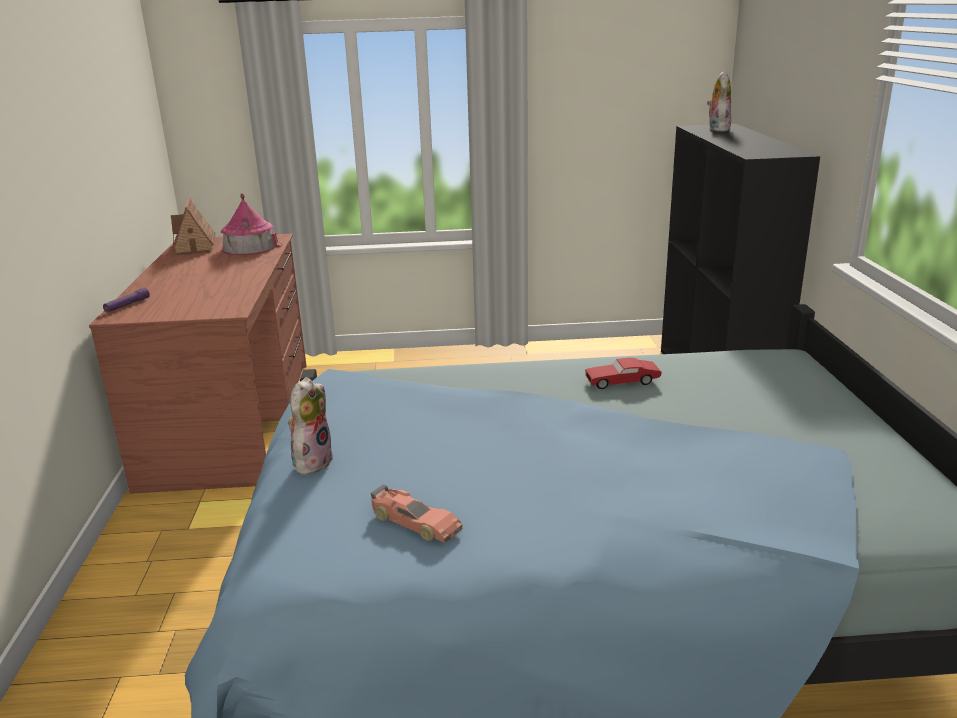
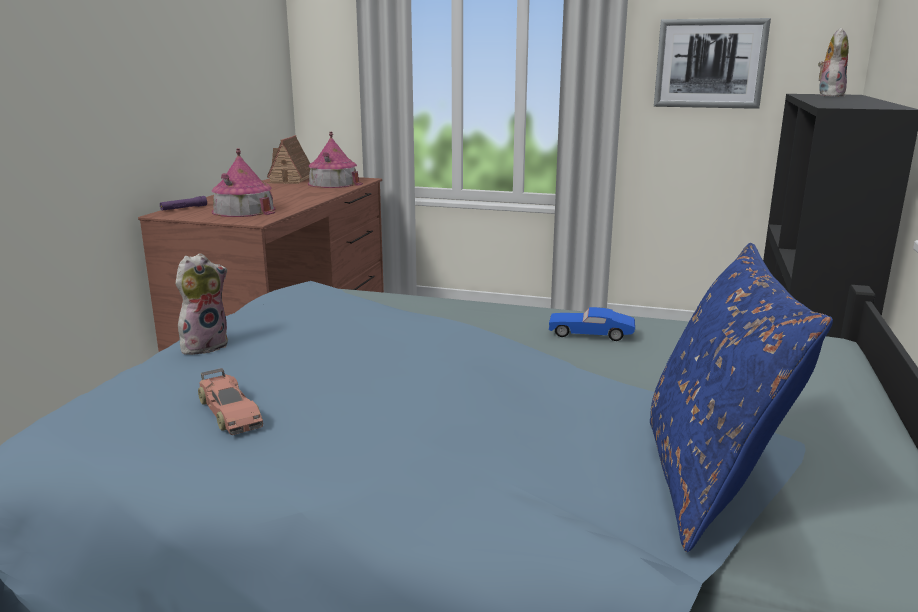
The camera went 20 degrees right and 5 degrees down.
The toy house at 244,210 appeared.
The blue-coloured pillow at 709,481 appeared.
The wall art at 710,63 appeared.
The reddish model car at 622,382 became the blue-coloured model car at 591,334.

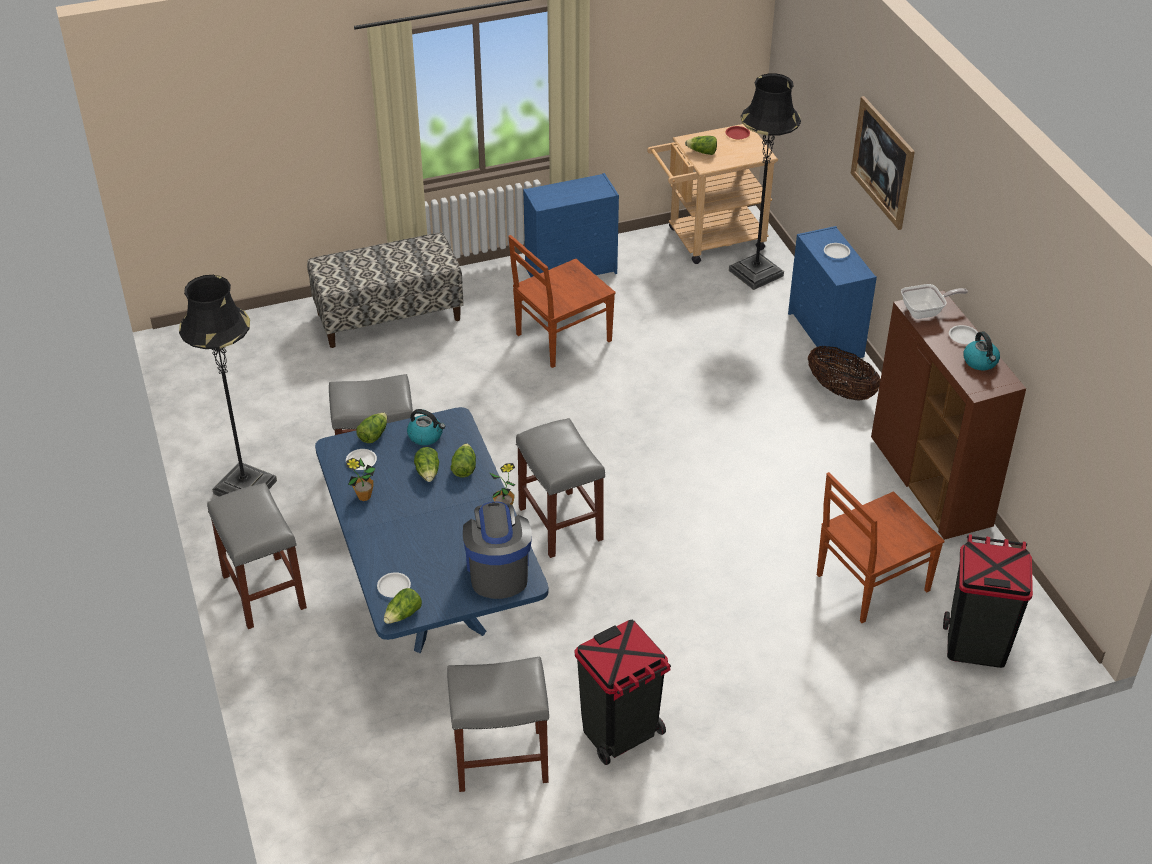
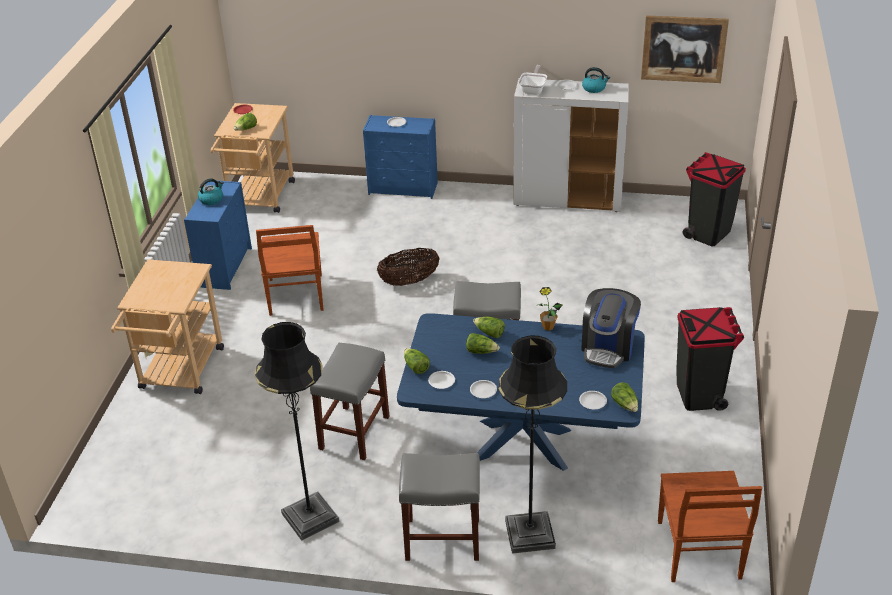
The camera went 60 degrees left and 5 degrees down.
The grey stool at 499,760 disappeared.
The kettle moved from 426,436 to 211,199.
The black-coloured standard lamp moved from 756,273 to 529,534.
The household basket moved from 841,391 to 409,281.
The brown chair moved from 870,583 to 699,551.
The wall art moved from 882,162 to 683,49.
The indoor bench at 389,316 was replaced by the beige wheeled cart at 179,373.
The houseplant at 364,496 was replaced by the white-coloured dinner plate at 483,390.
The brown cabinet at 931,483 became the white-coloured cabinet at 568,200.
The coffee brewer at 498,570 turned 90 degrees counterclockwise.

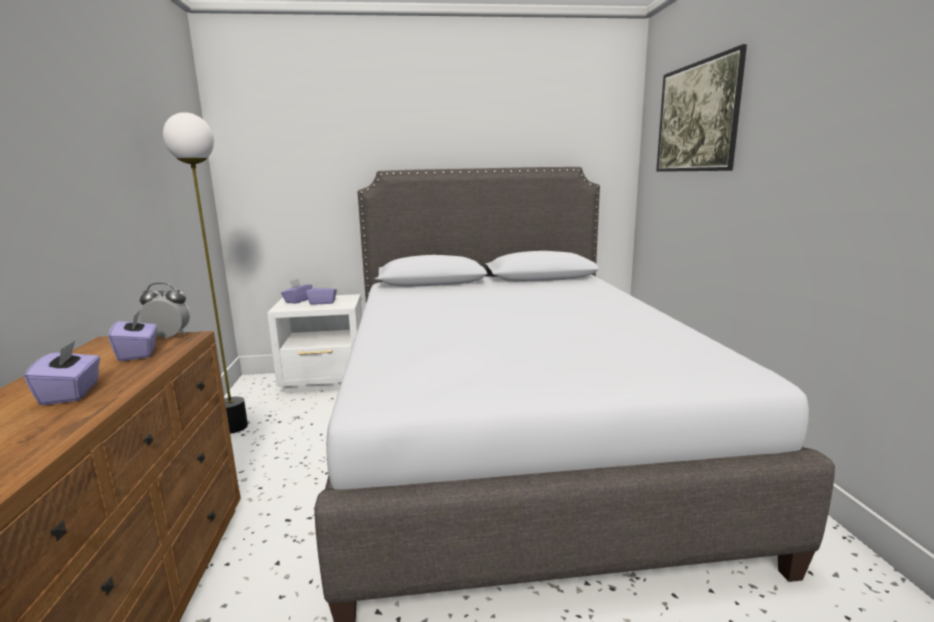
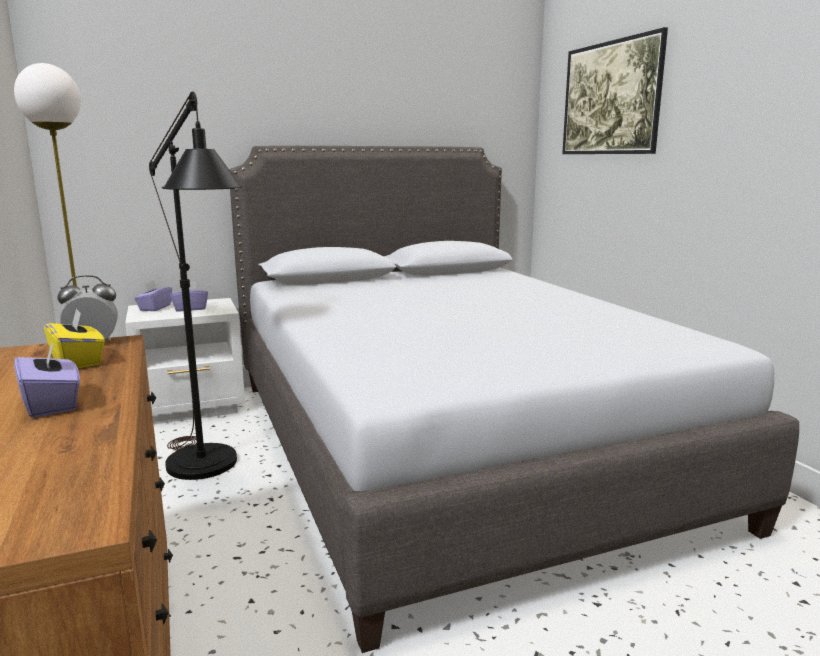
The camera went 15 degrees left and 0 degrees up.
The black-coloured standard lamp at 208,471 appeared.
The purple-coloured box of tissues at 138,353 became the yellowish box of tissues at 78,361.

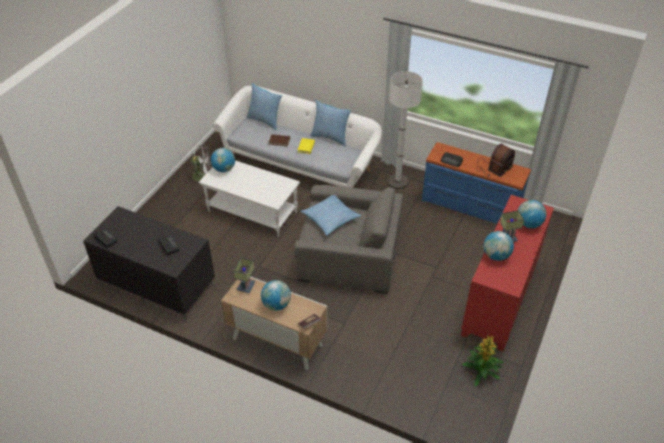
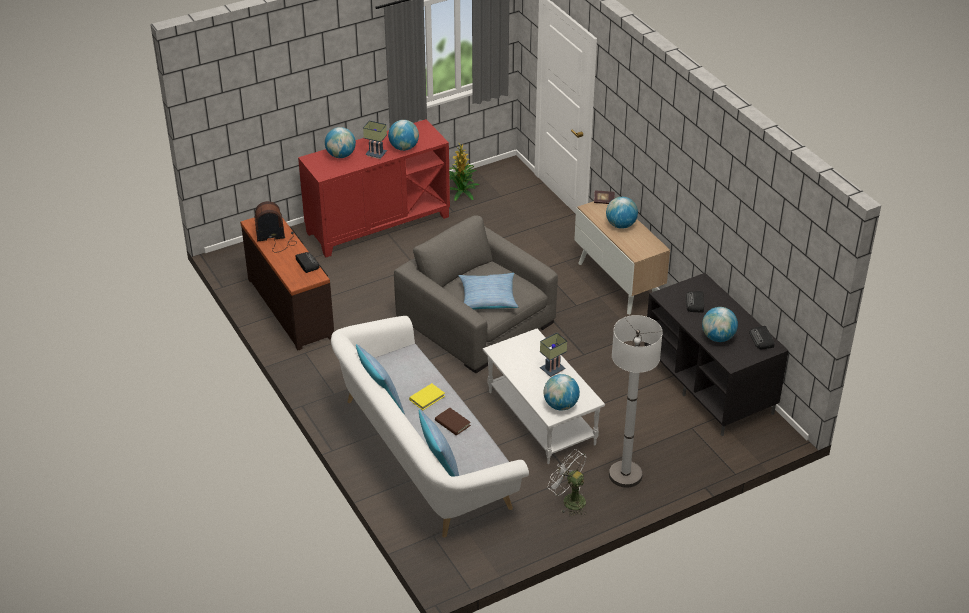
The camera went 145 degrees left and 5 degrees down.
The globe at 718,337 appeared.
The table lamp moved from 246,287 to 552,369.
The white-coloured standard lamp moved from 397,182 to 625,475.
The blue-coloured drawer chest at 470,206 became the brown drawer chest at 291,307.

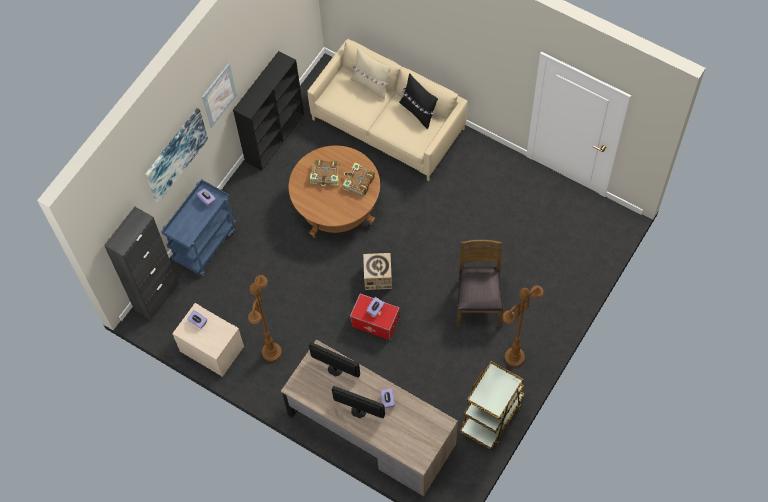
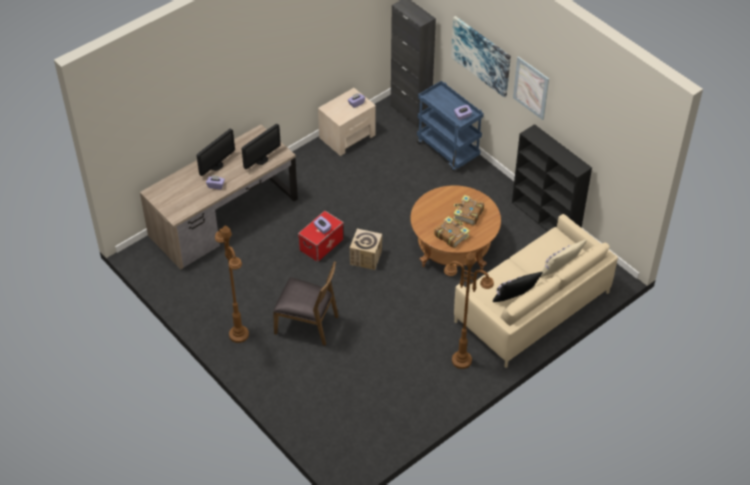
The camera went 105 degrees right and 15 degrees down.
The brown wheeled cart at 491,416 disappeared.
The brown standard lamp moved from 271,352 to 462,360.

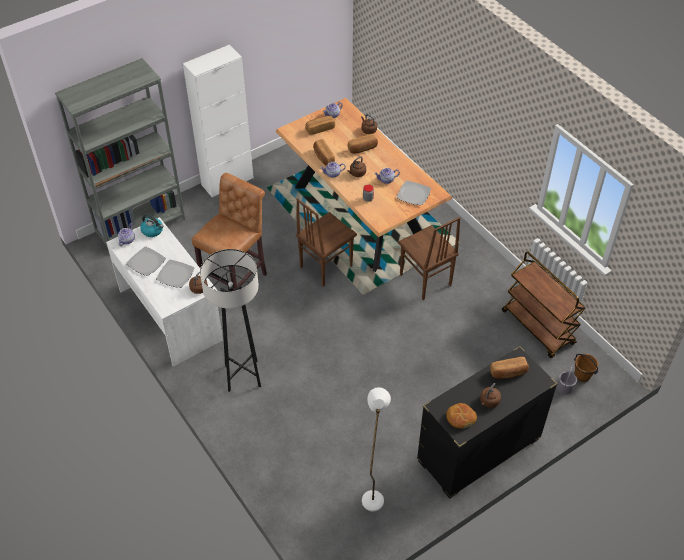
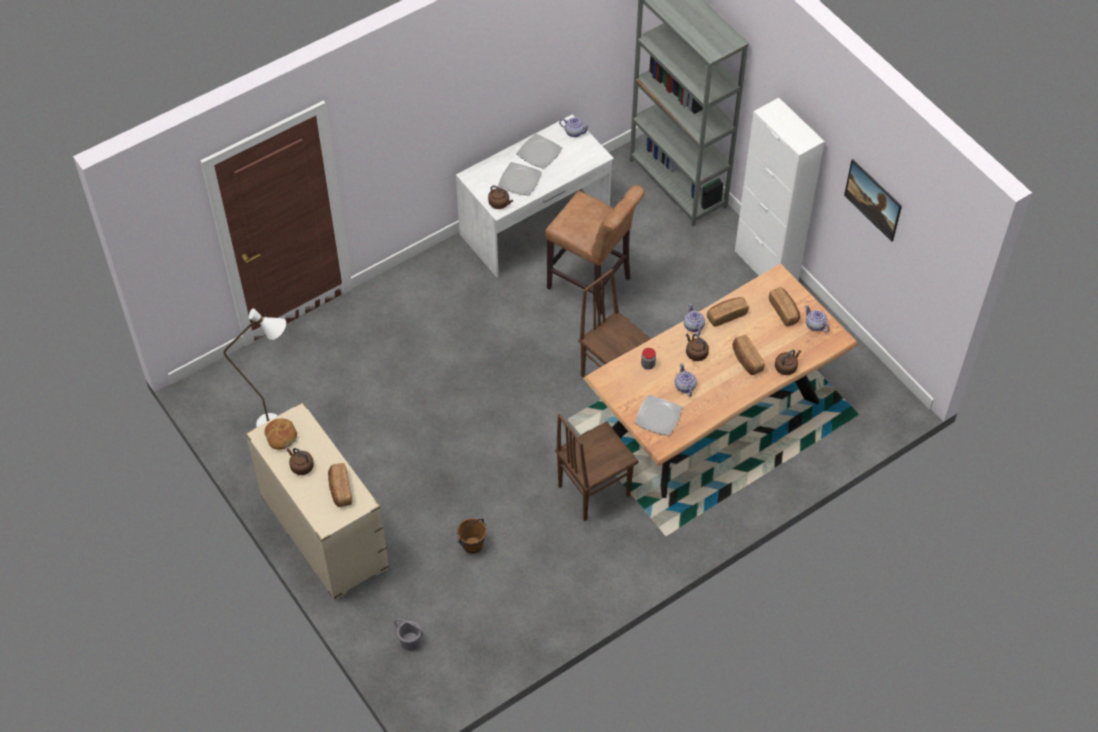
The camera went 90 degrees right and 5 degrees up.
The kettle at 153,230 disappeared.
The grey standard lamp at 243,376 disappeared.
The brown wheeled cart at 538,328 disappeared.
The wall art at 871,208 appeared.
The brown pail moved from 582,375 to 473,545.
The black-coloured drawer chest at 478,450 became the beige drawer chest at 324,534.

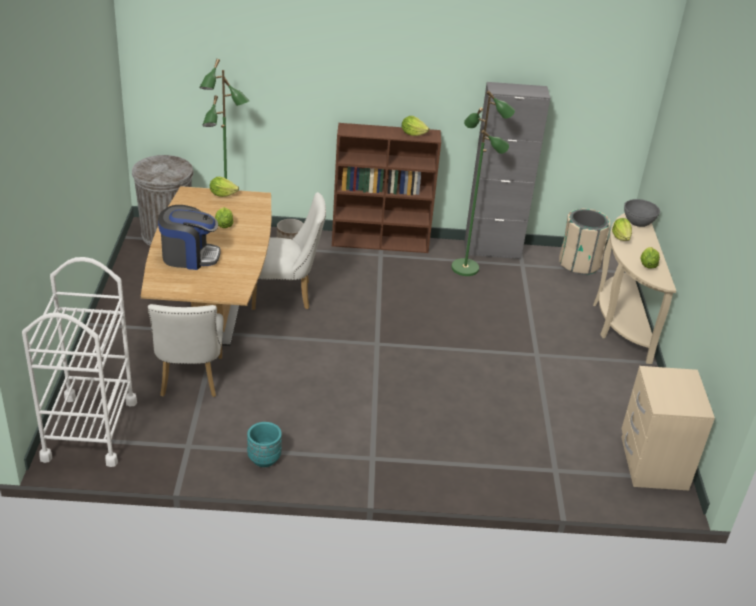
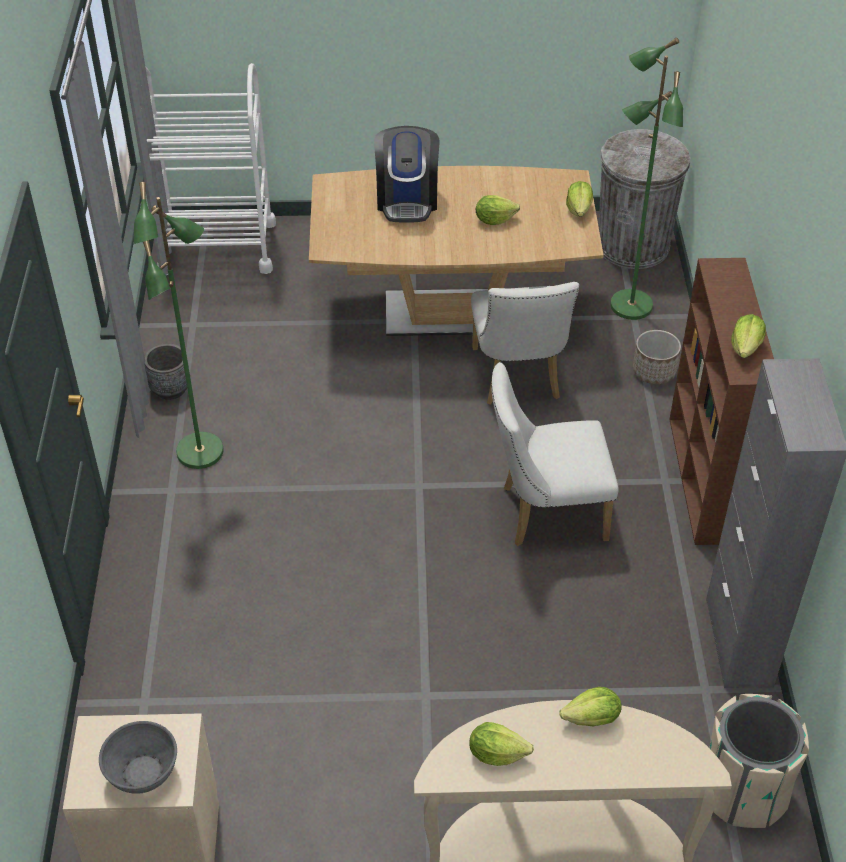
The camera went 90 degrees right and 10 degrees up.
The white-coloured chair moved from 190,380 to 545,513.
The greenish standard lamp moved from 465,268 to 201,452.
The grey deep dish moved from 638,221 to 143,772.
The turquoise flower pot at 264,459 became the grey flower pot at 170,389.

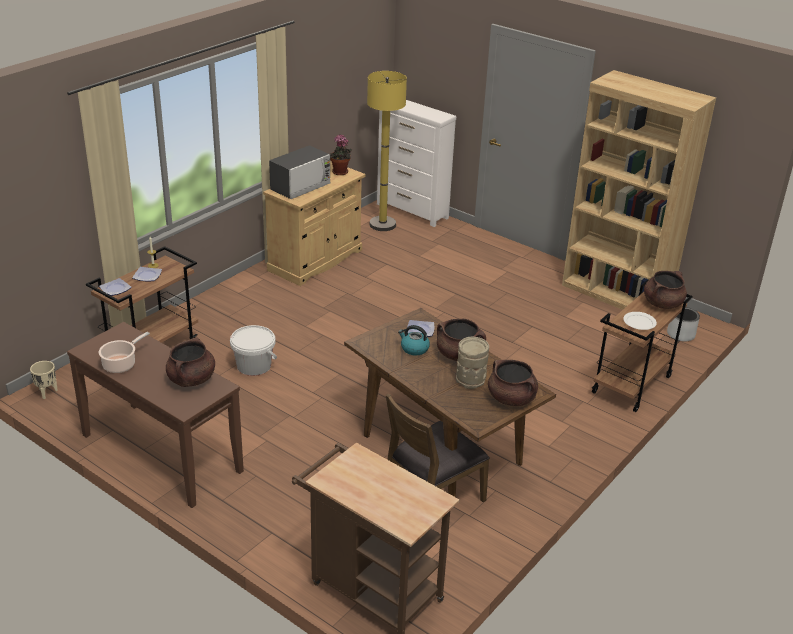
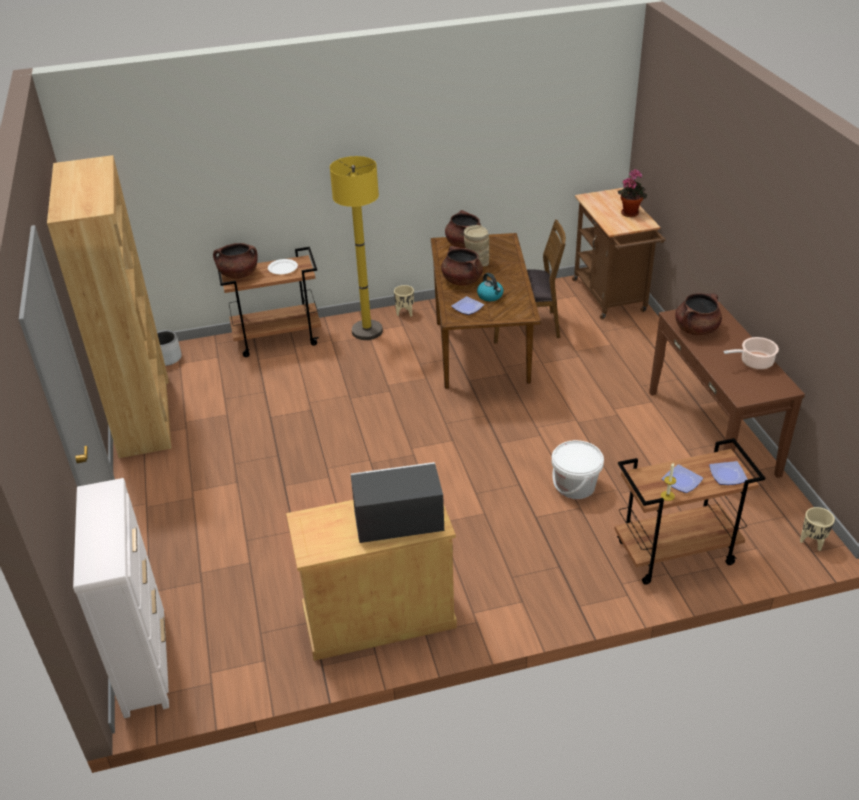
The camera went 140 degrees left and 5 degrees up.
The beige flower pot at 405,313 appeared.
The houseplant moved from 340,173 to 630,212.
The yellowish standard lamp moved from 382,224 to 367,331.

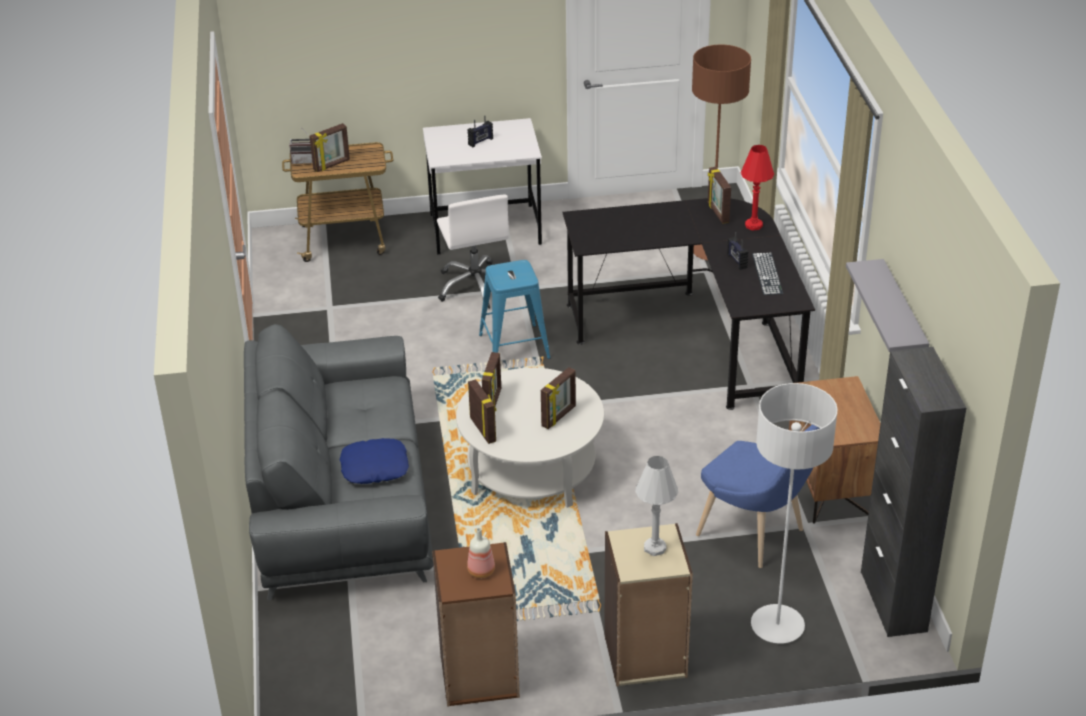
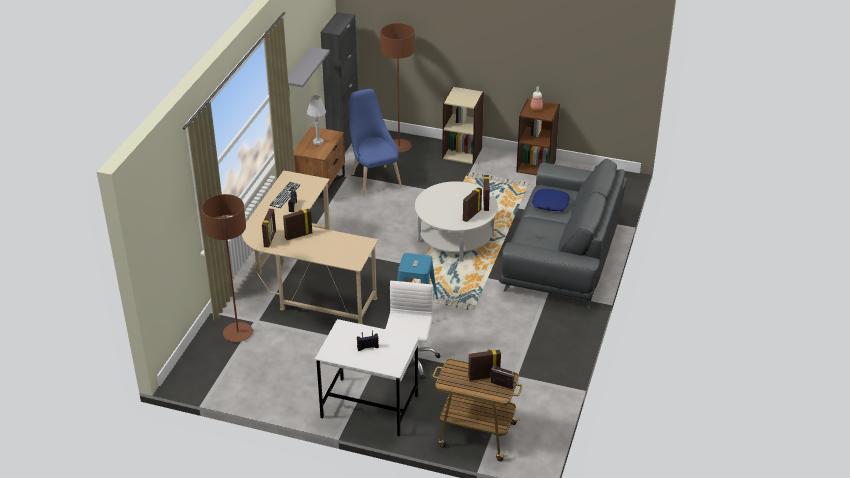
The camera went 155 degrees left and 0 degrees up.
The reddish table lamp at 753,225 disappeared.
The photo frame moved from 559,417 to 298,235.
The white-coloured table lamp moved from 654,548 to 318,142.
The black-coloured desk at 696,335 became the beige desk at 305,280.
The white-coloured standard lamp at 777,626 became the brown standard lamp at 399,147.

